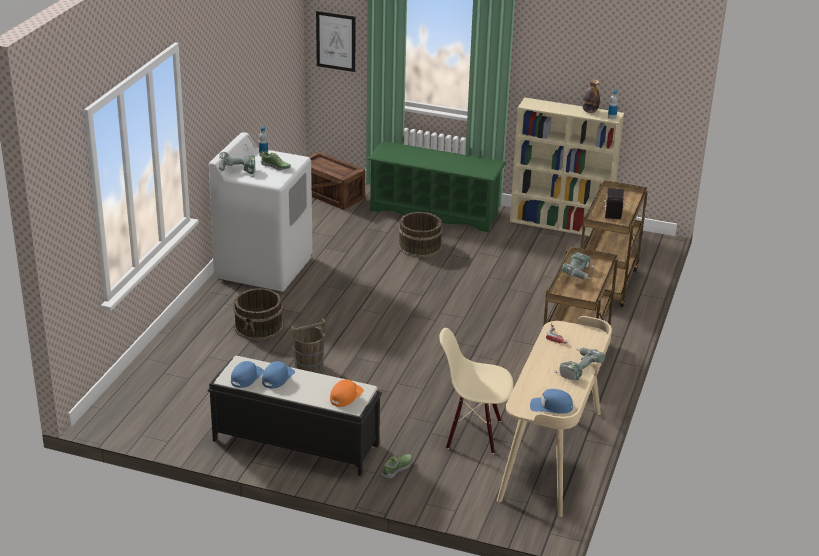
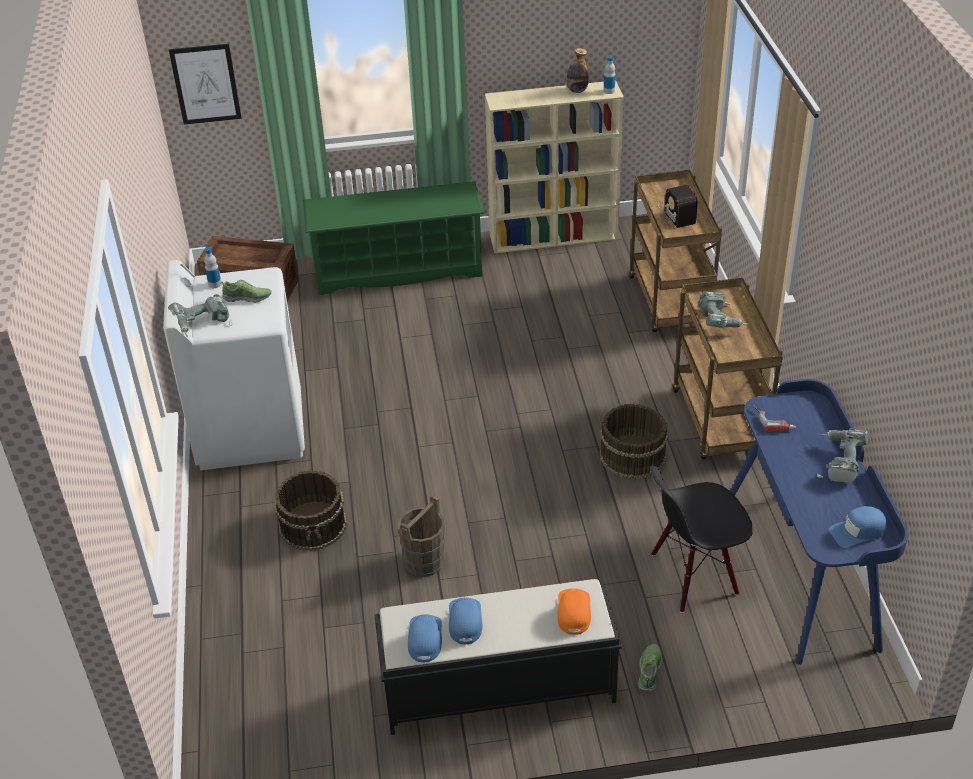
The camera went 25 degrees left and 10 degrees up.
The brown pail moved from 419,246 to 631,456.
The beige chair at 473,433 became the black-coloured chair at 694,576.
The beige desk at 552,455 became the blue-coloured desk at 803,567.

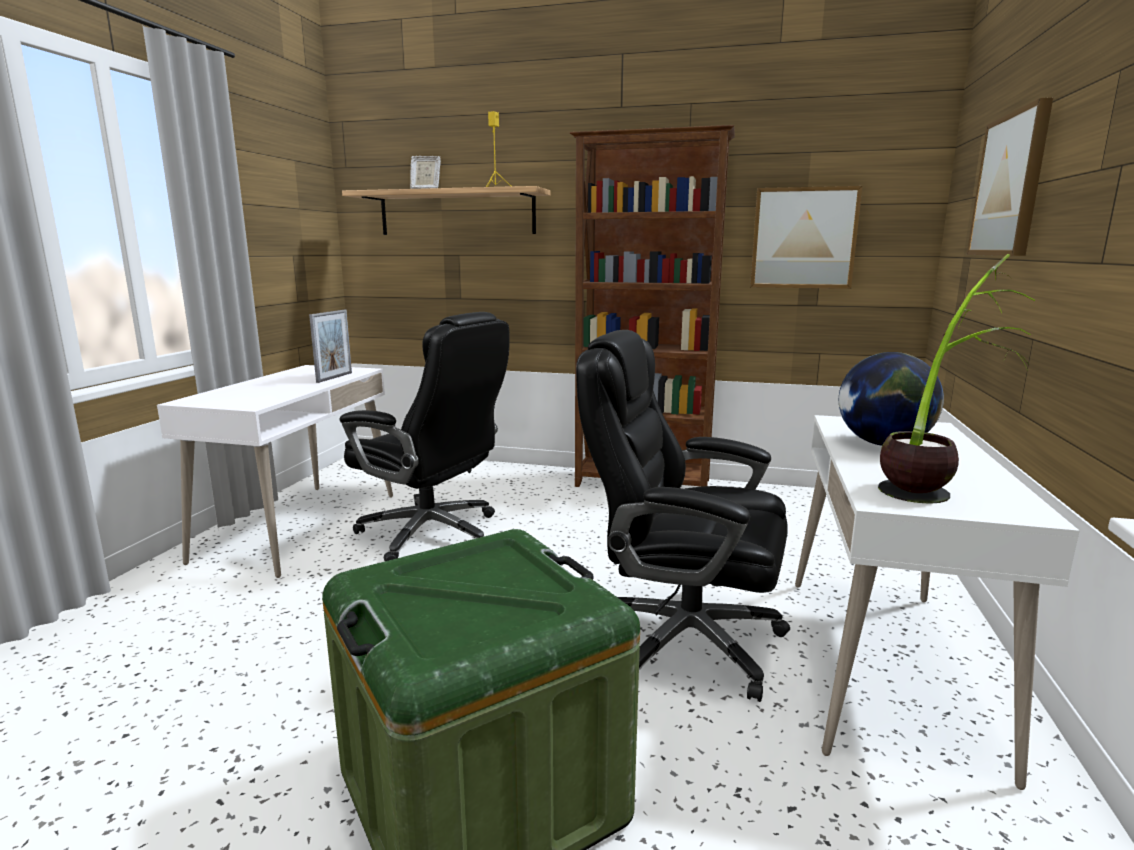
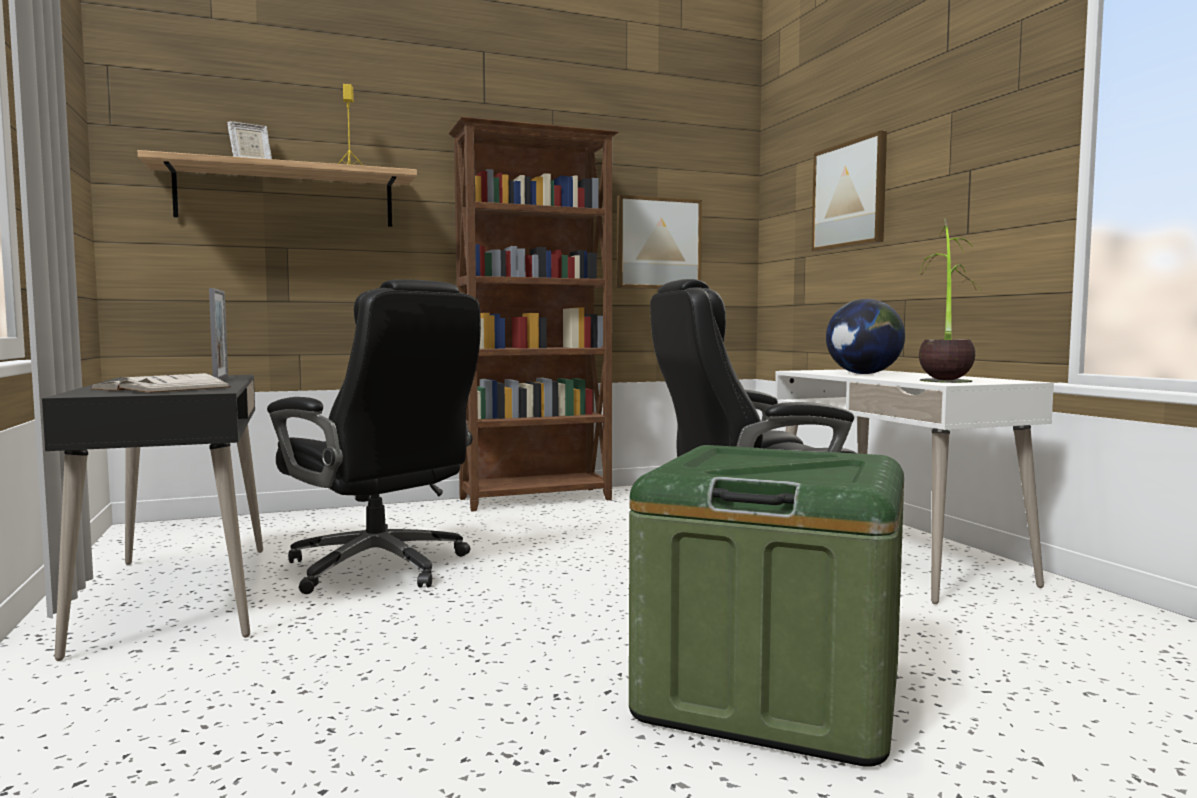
The camera went 35 degrees left and 10 degrees down.
The white-coloured book at 161,388 appeared.
The white-coloured desk at 300,526 became the black-coloured desk at 178,596.
The black-coloured desk chair at 432,534 turned 45 degrees clockwise.

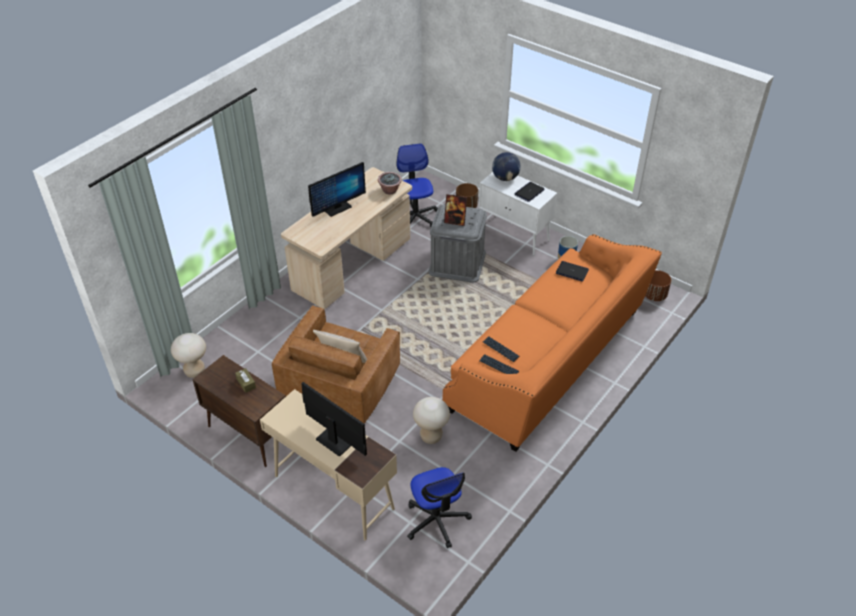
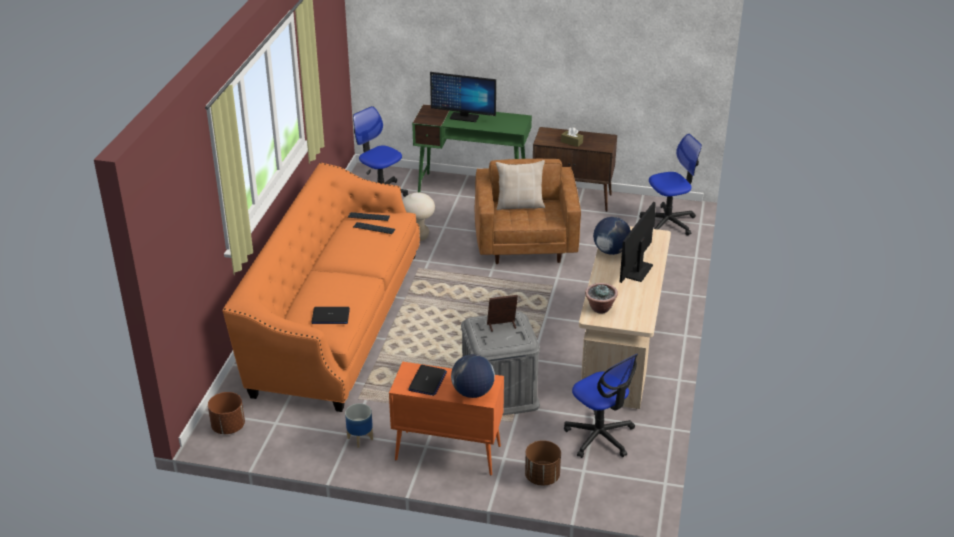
The camera went 155 degrees right and 10 degrees down.
The globe at 611,251 appeared.
The beige stool at 194,371 was replaced by the desk chair at 668,222.
The beige desk at 333,491 became the greenish desk at 473,188.
The white-coloured cabinet at 514,235 became the orange-coloured cabinet at 447,453.

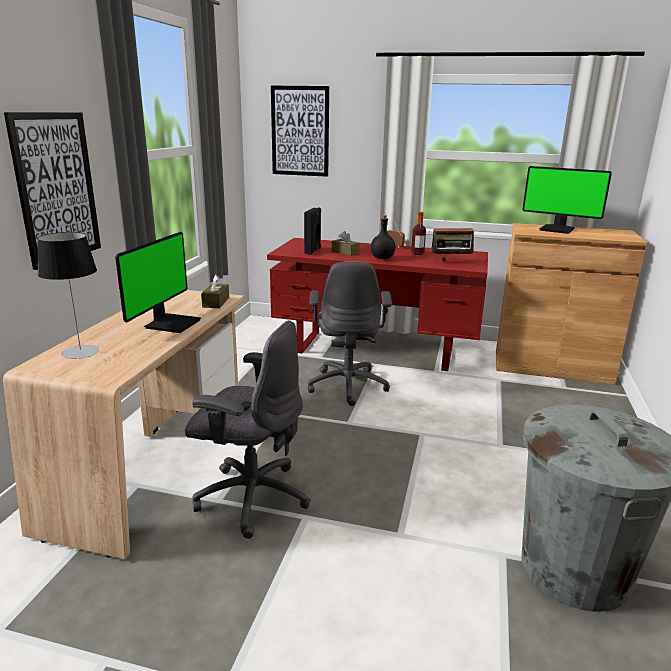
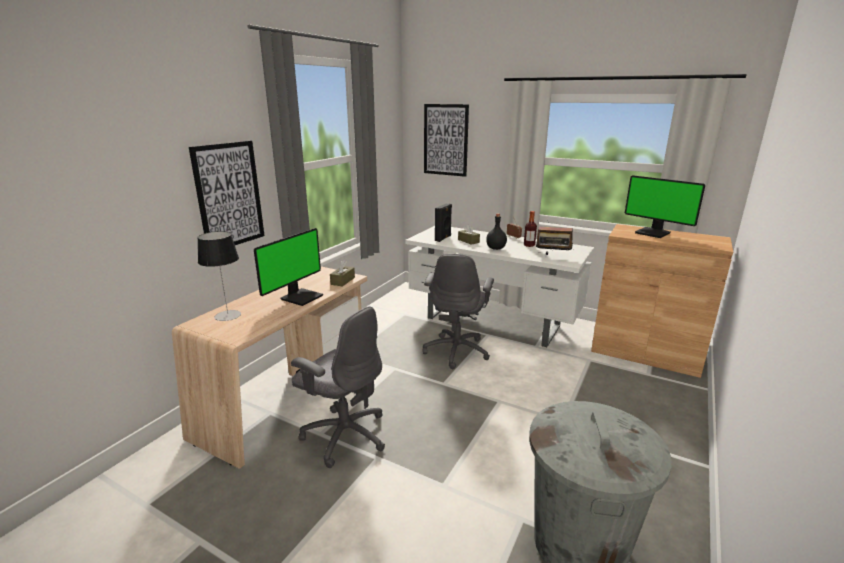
The camera went 15 degrees right and 0 degrees up.
The reddish desk at 376,350 became the white-coloured desk at 493,322.

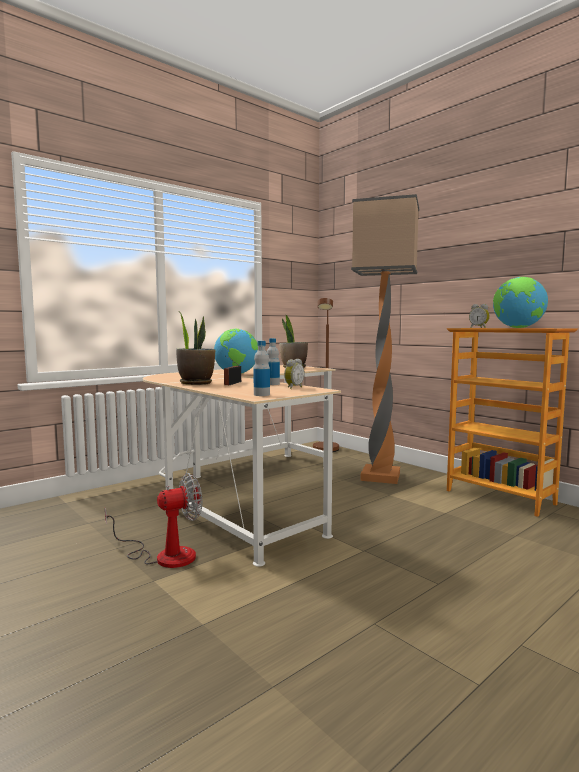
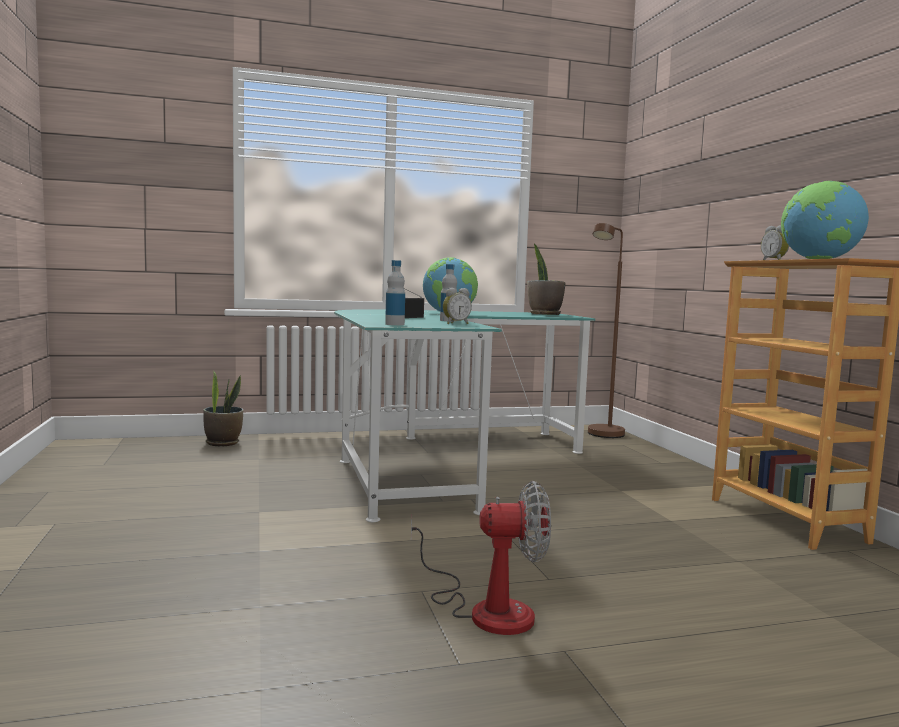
The camera went 25 degrees right and 0 degrees up.
The standard lamp at 382,476 disappeared.
The cooling fan moved from 164,555 to 485,609.
The houseplant moved from 196,383 to 223,443.
The beige desk at 244,493 became the turquoise desk at 442,460.

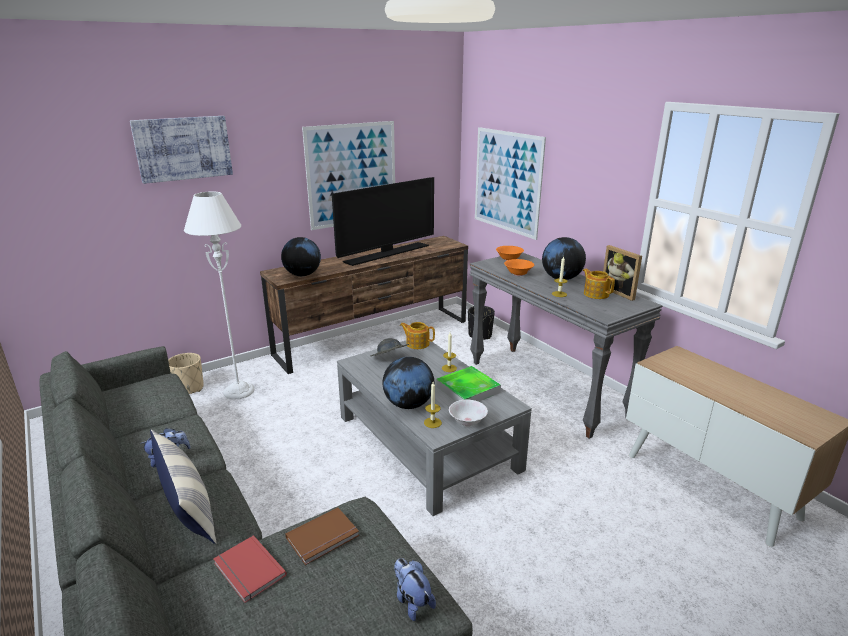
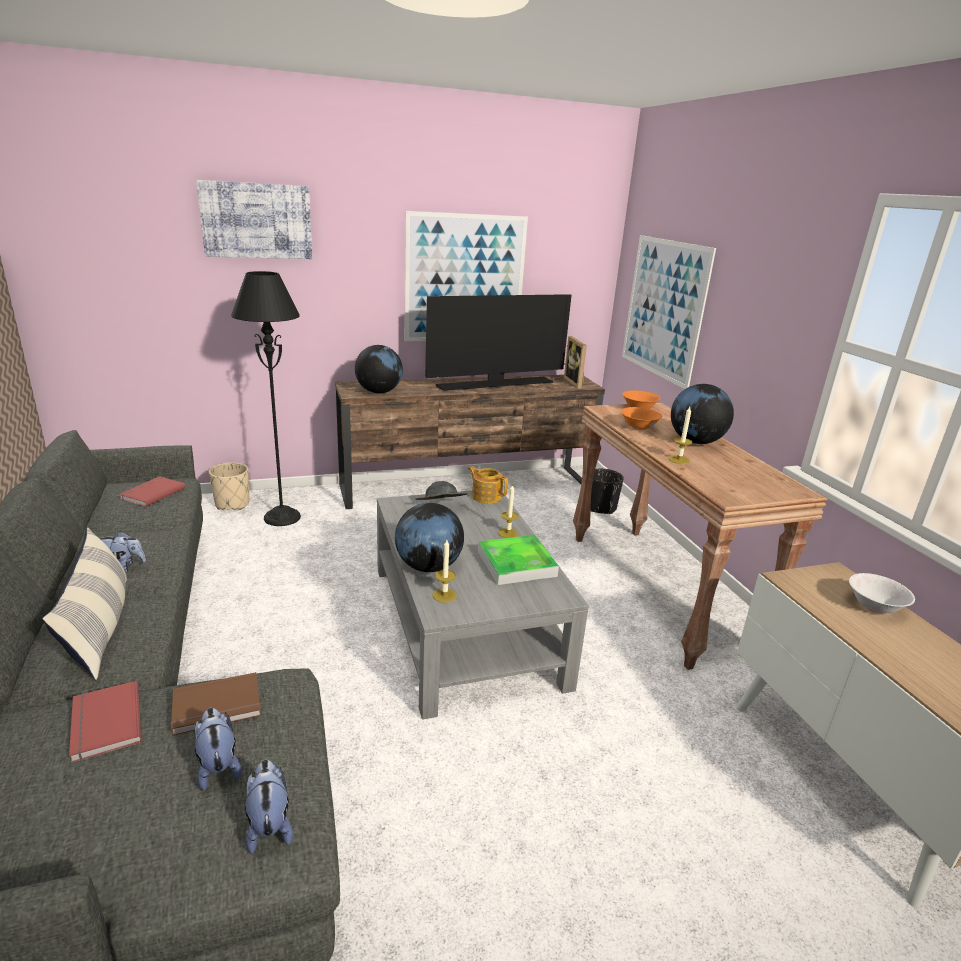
The camera went 15 degrees right and 0 degrees up.
The teapot at 596,294 disappeared.
The reddish book at 151,493 appeared.
The soft toy at 218,766 appeared.
The white-coloured deep dish moved from 467,422 to 874,607.
The photo frame moved from 620,292 to 576,382.
The white-coloured standard lamp at 239,391 became the black-coloured standard lamp at 282,517.
The grey console table at 547,388 became the brown console table at 659,590.

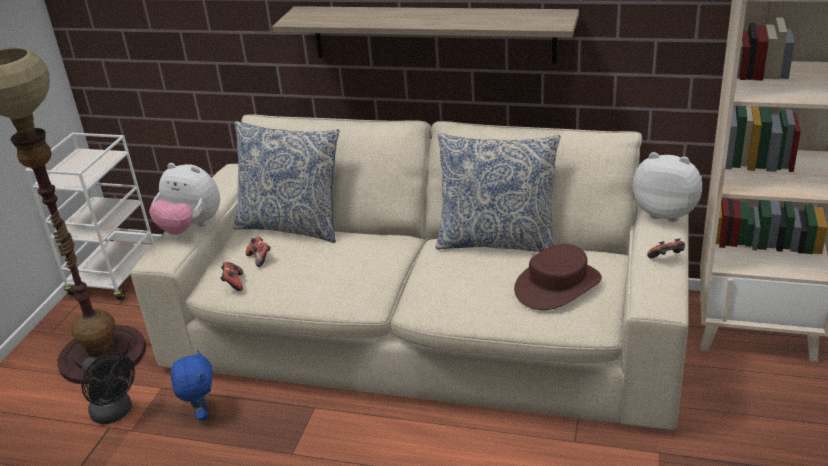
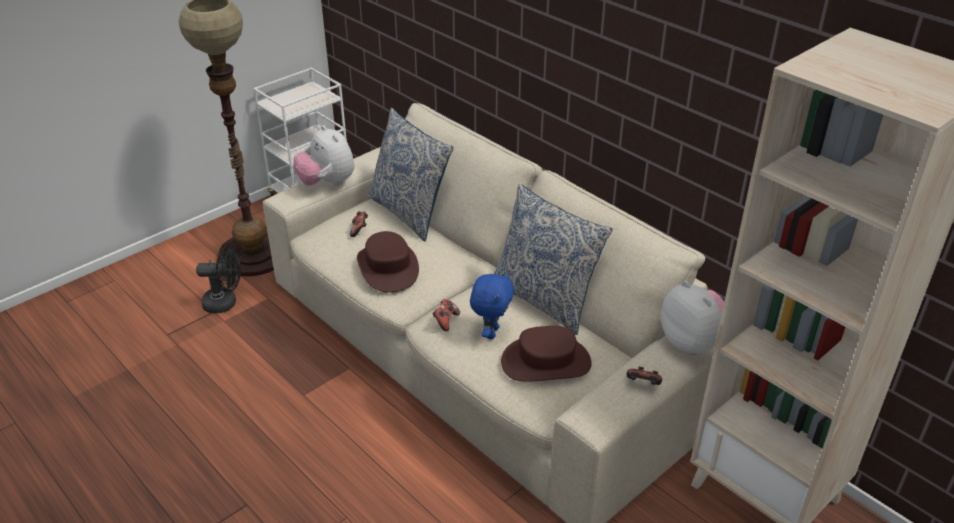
The camera went 30 degrees right and 5 degrees up.
The wall shelf at 432,34 disappeared.
The brown hat at 388,267 appeared.
The blue-coloured soft toy moved from 201,414 to 491,332.
The gamepad moved from 233,283 to 445,321.
The black-coloured cooling fan at 115,413 turned 75 degrees counterclockwise.

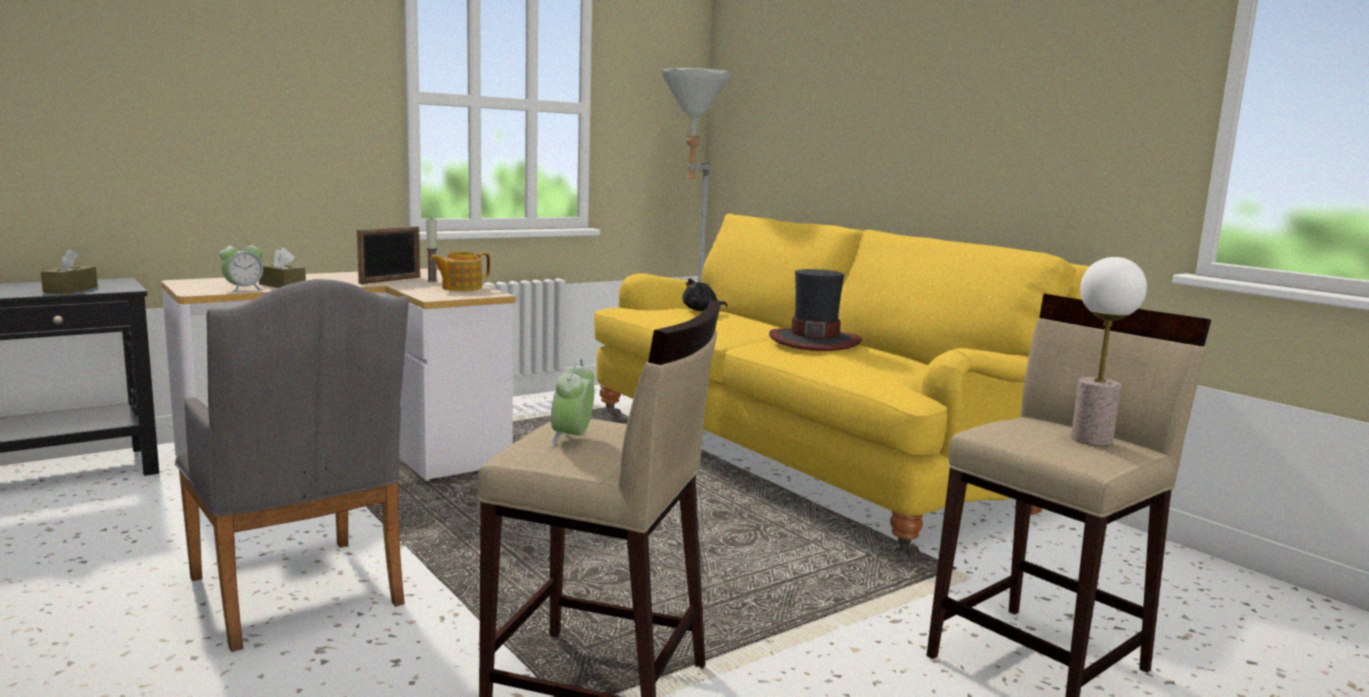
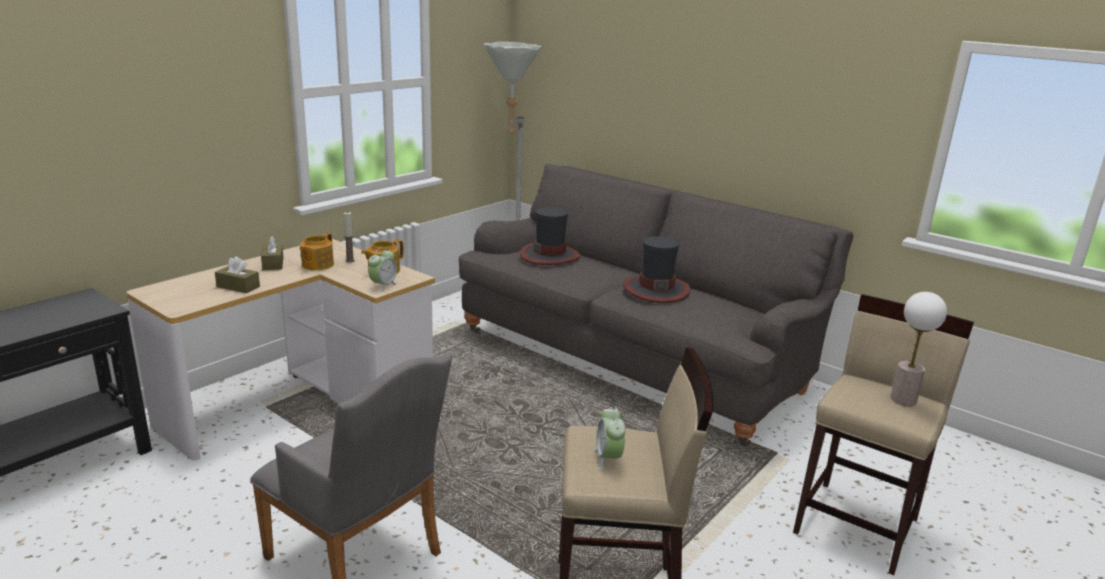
The camera went 15 degrees left and 10 degrees up.
The brown box of tissues moved from 70,289 to 273,264.
The table clock moved from 243,289 to 383,285.
The photo frame at 390,280 was replaced by the teapot at 317,265.
The black-coloured soft toy at 701,310 was replaced by the hat at 550,255.
The yellowish couch at 803,457 became the grey couch at 632,359.

